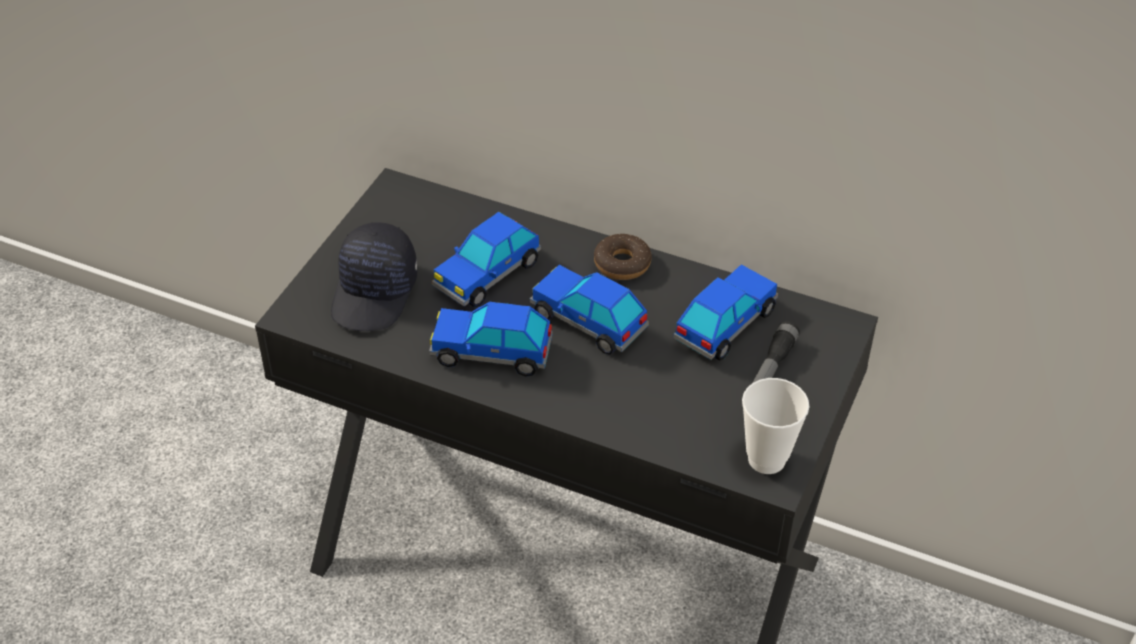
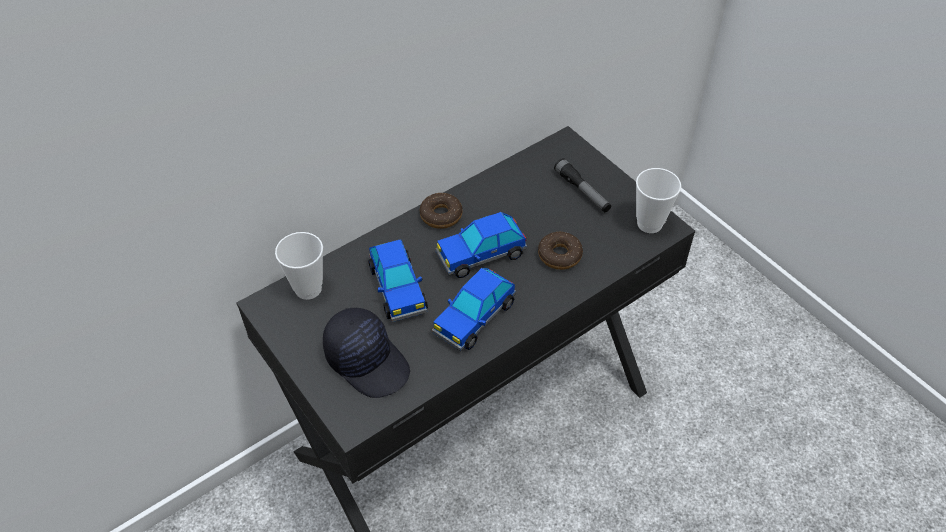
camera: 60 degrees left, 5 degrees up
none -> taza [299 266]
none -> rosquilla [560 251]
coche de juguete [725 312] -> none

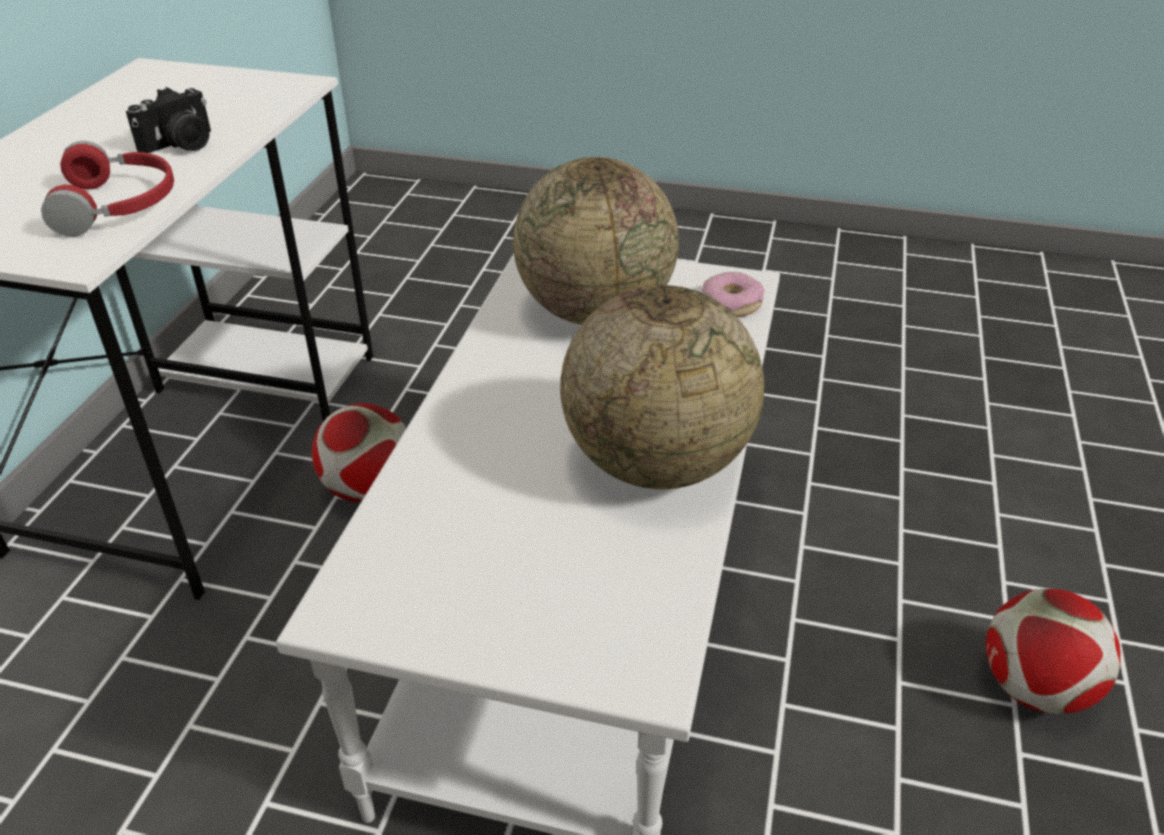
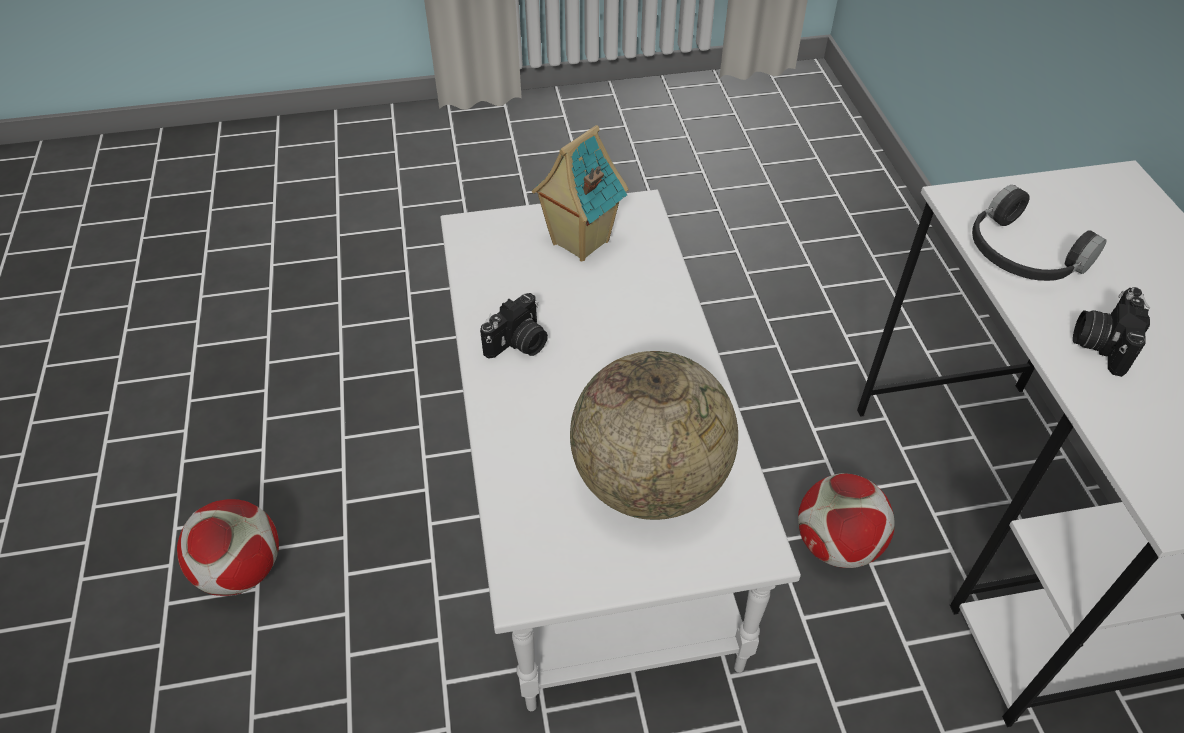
camera: 155 degrees right, 10 degrees up
globo terráqueo [662 387] -> cámara [514 326]
none -> casita [580 193]
auriculares (rojo) [107 189] -> auriculares (negro) [1039 233]
rosquilla [733 294] -> none

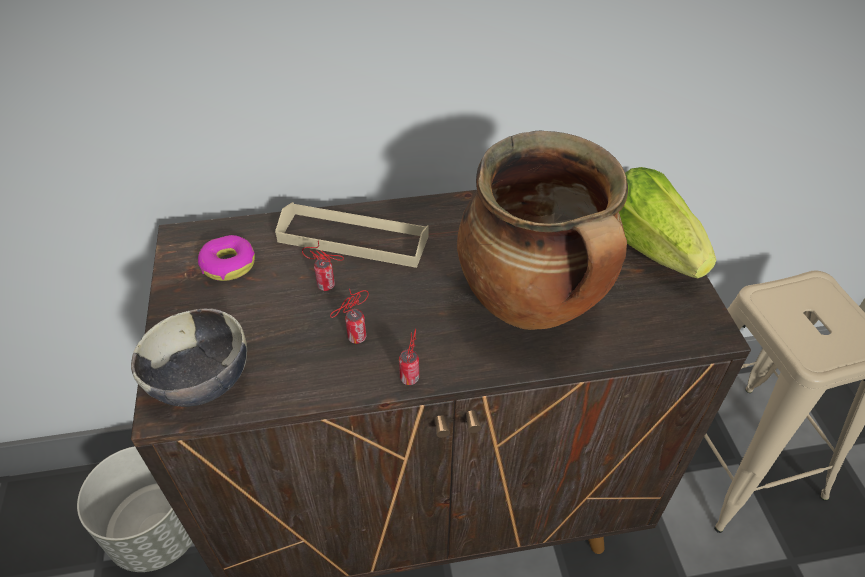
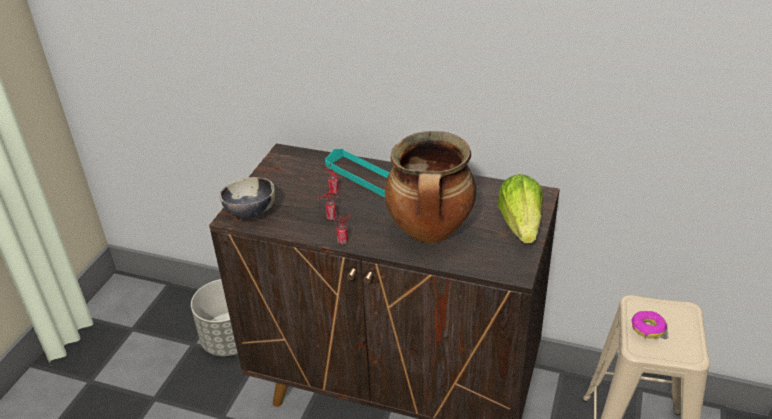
camera: 30 degrees right, 10 degrees down
bandeja (beis) [352 235] -> bandeja (turquesa) [357 173]
rosquilla [226 258] -> rosquilla [649 325], move

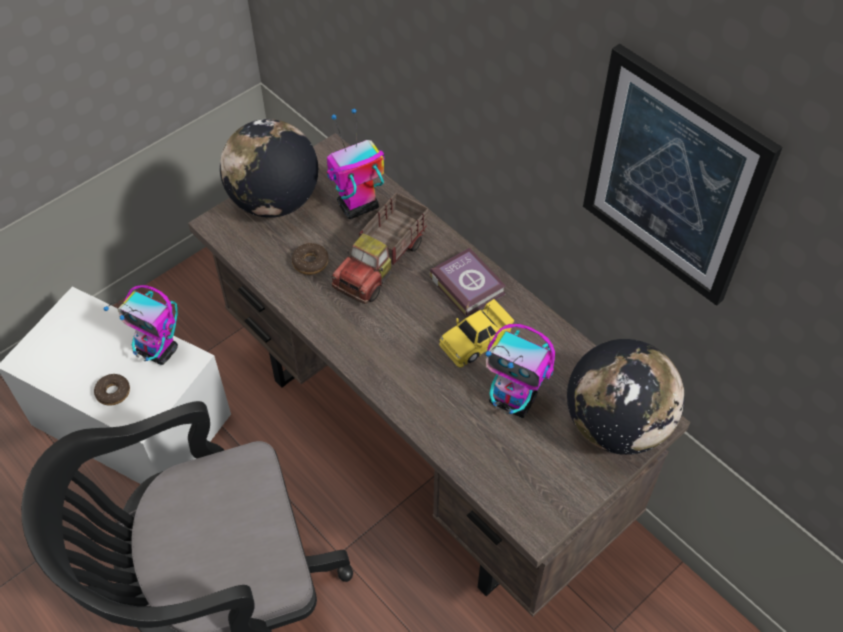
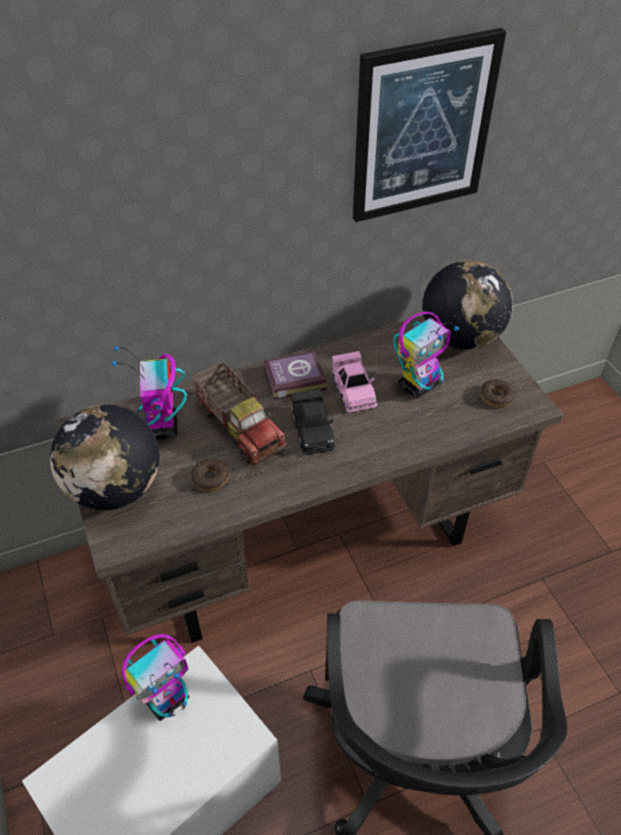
camera: 70 degrees left, 5 degrees down
none -> coche de juguete (negro) [313 422]
coche de juguete (amarillo) [476 333] -> coche de juguete (rosa) [354 382]
rosquilla [112 390] -> rosquilla [497 393], move

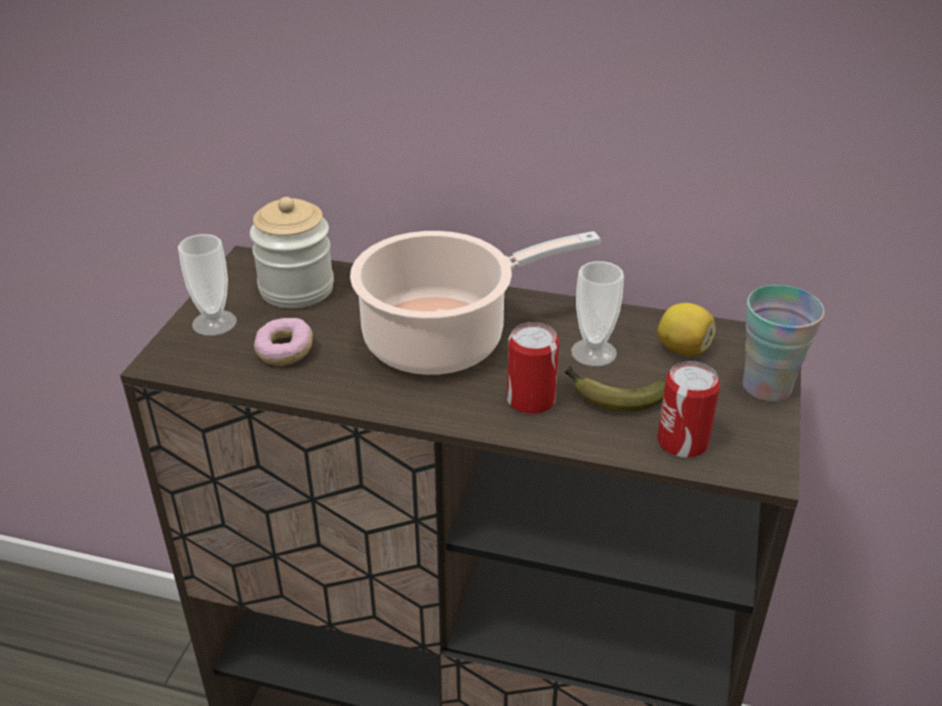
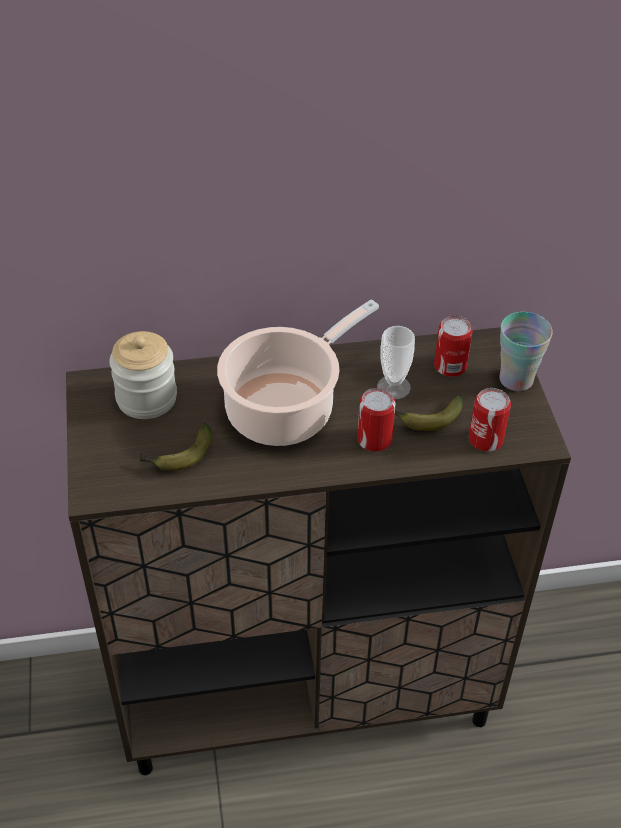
camera: 25 degrees left, 10 degrees up
rosquilla [283 342] -> plátano [175 447]
limón [686 329] -> lata [453 346]
taza [207 285] -> none

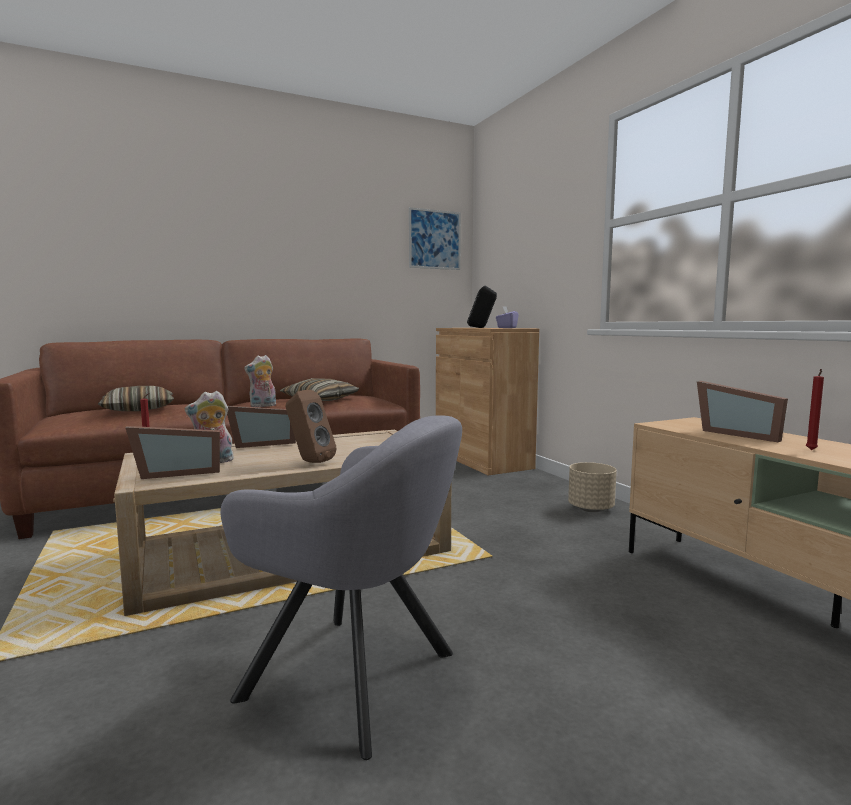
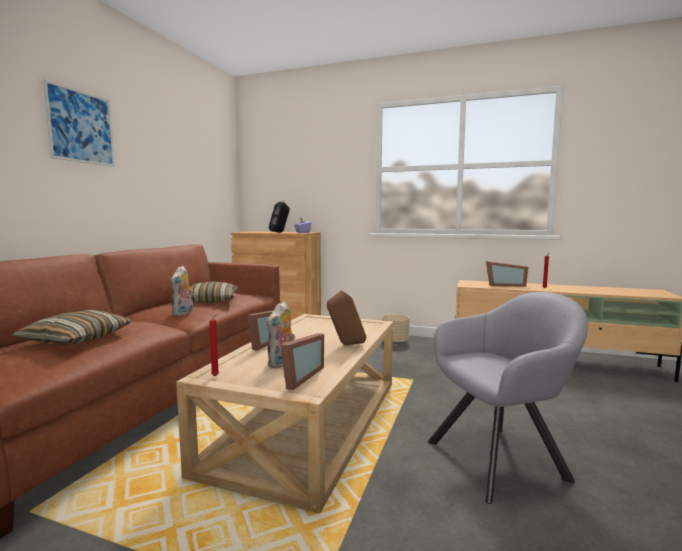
camera: 45 degrees left, 0 degrees up
cuadro [435 238] -> cuadro [79 123], move

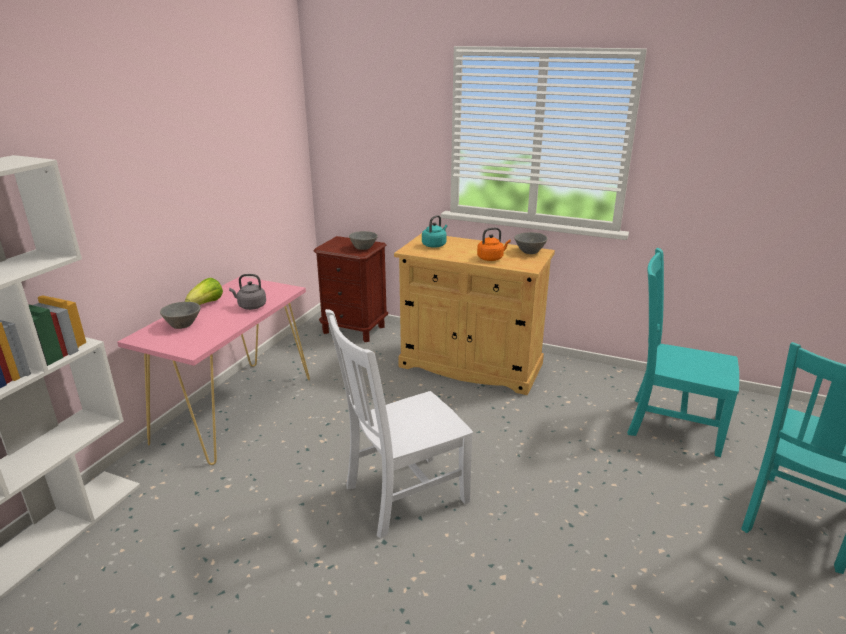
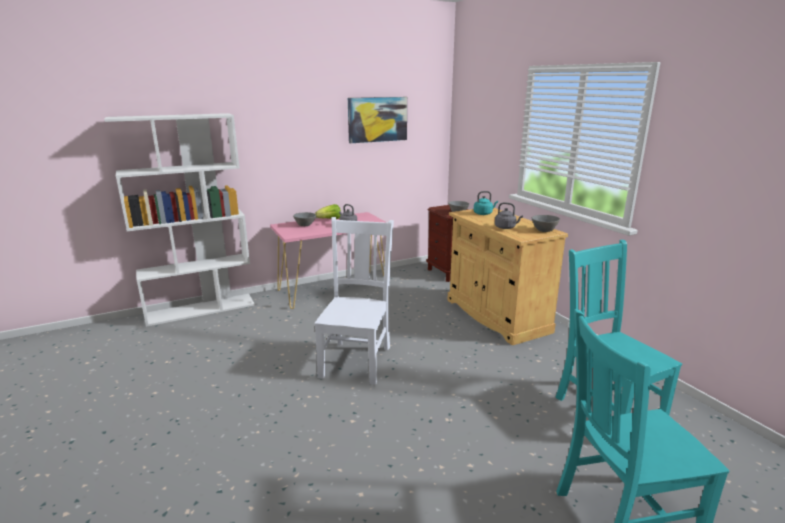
camera: 40 degrees right, 5 degrees down
silla (blanco) [399 424] -> silla (blanco) [354 301], 90 degrees clockwise
none -> cuadro [377 120]
hervidor (naranja) [494 244] -> hervidor (gris) [509 215]

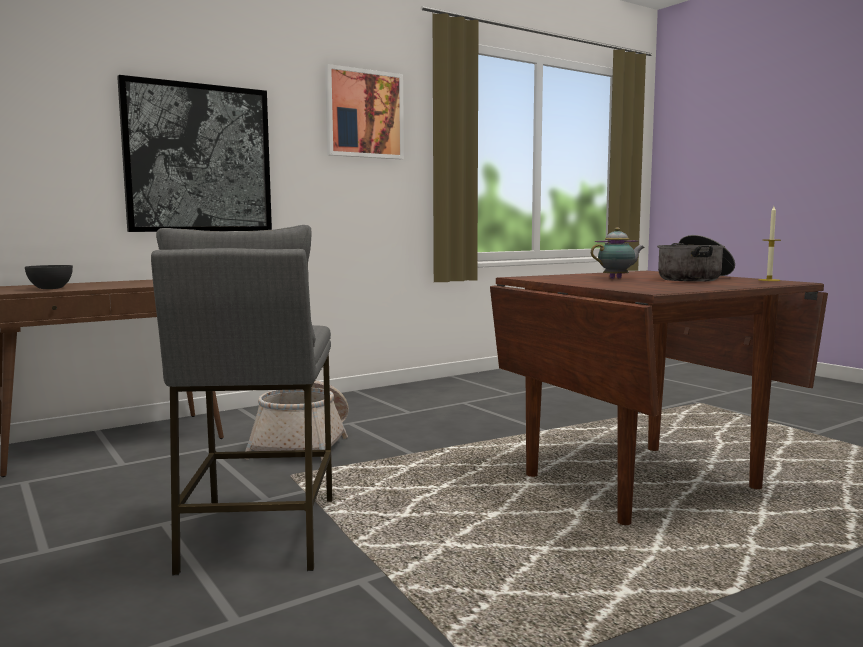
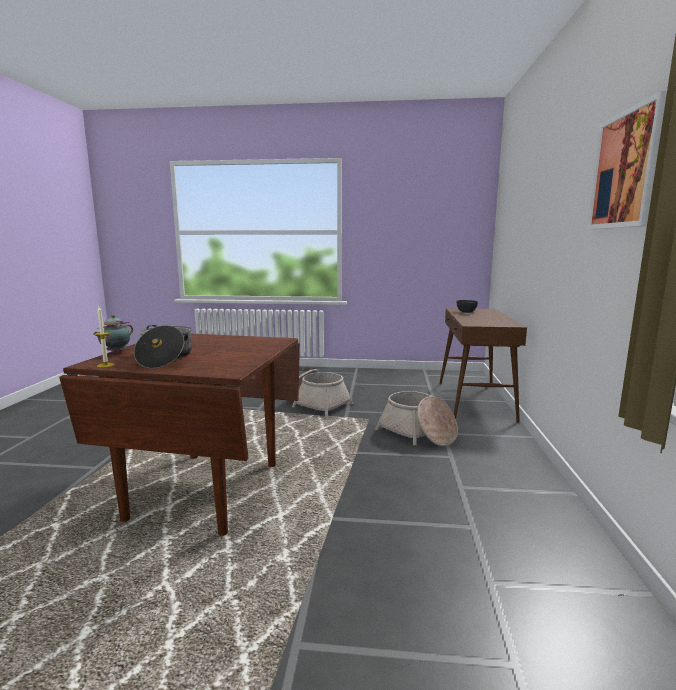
camera: 130 degrees right, 5 degrees up
tetera [618 253] -> tetera [113 334], move
taburete (gris) [242 400] -> cesta [323 393]
cuadro [194 153] -> none

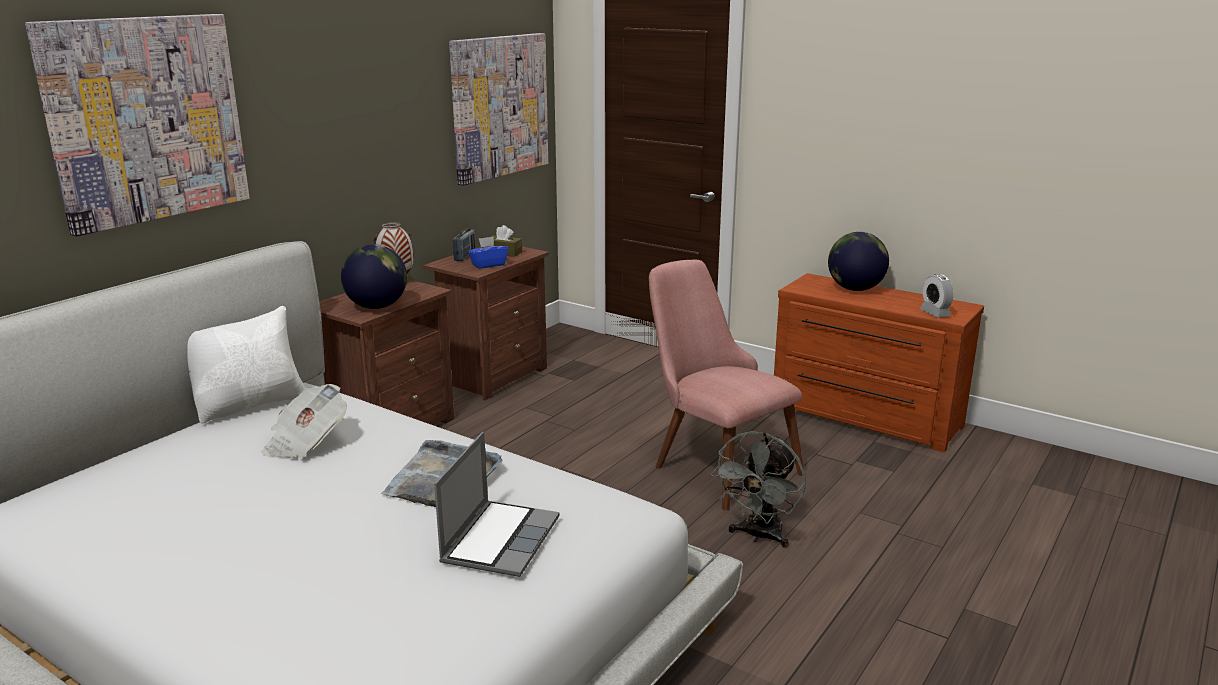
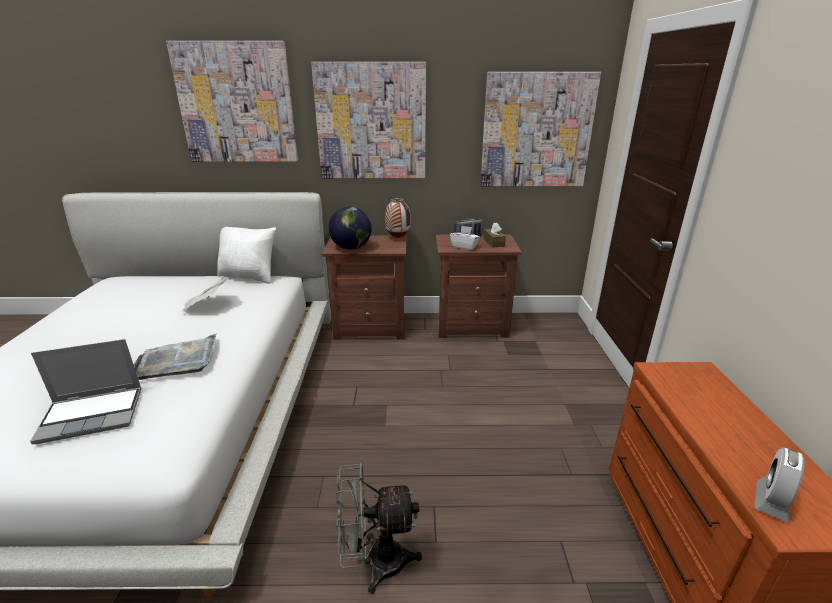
camera: 55 degrees right, 5 degrees up
none -> cuadro [368 120]
caja de pañuelos (azul) [488 253] -> caja de pañuelos (blanco) [465 237]
silla (rosa) [726 385] -> none
globo terráqueo [858 261] -> none

